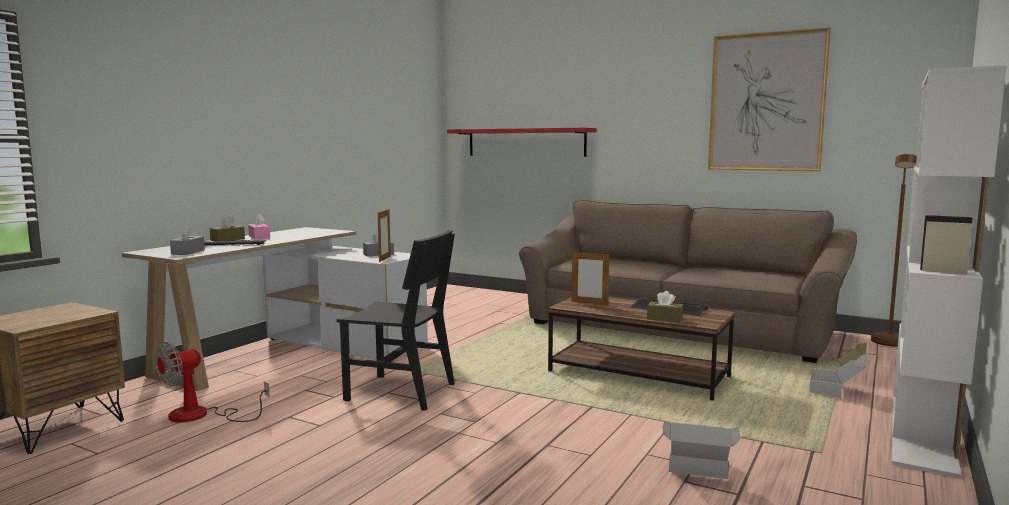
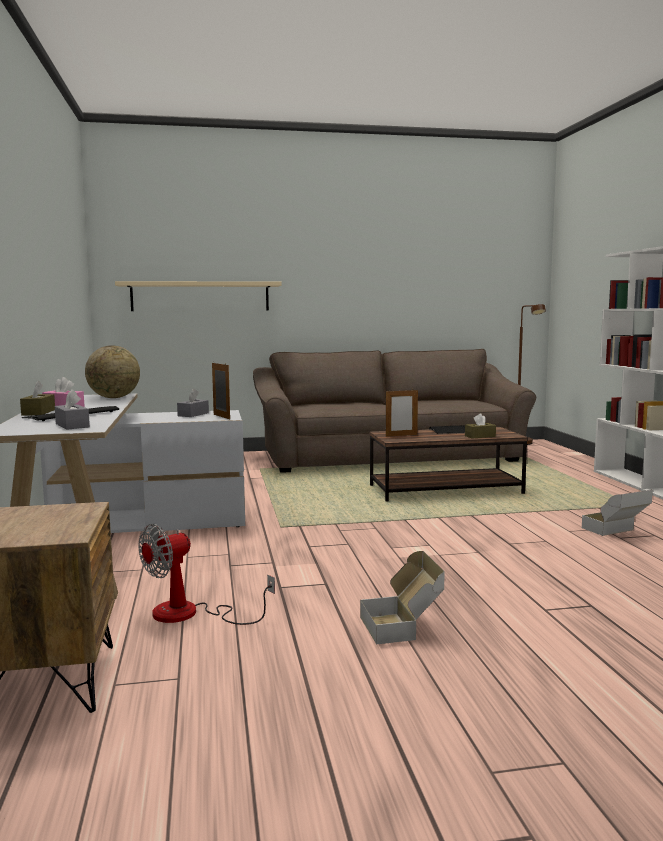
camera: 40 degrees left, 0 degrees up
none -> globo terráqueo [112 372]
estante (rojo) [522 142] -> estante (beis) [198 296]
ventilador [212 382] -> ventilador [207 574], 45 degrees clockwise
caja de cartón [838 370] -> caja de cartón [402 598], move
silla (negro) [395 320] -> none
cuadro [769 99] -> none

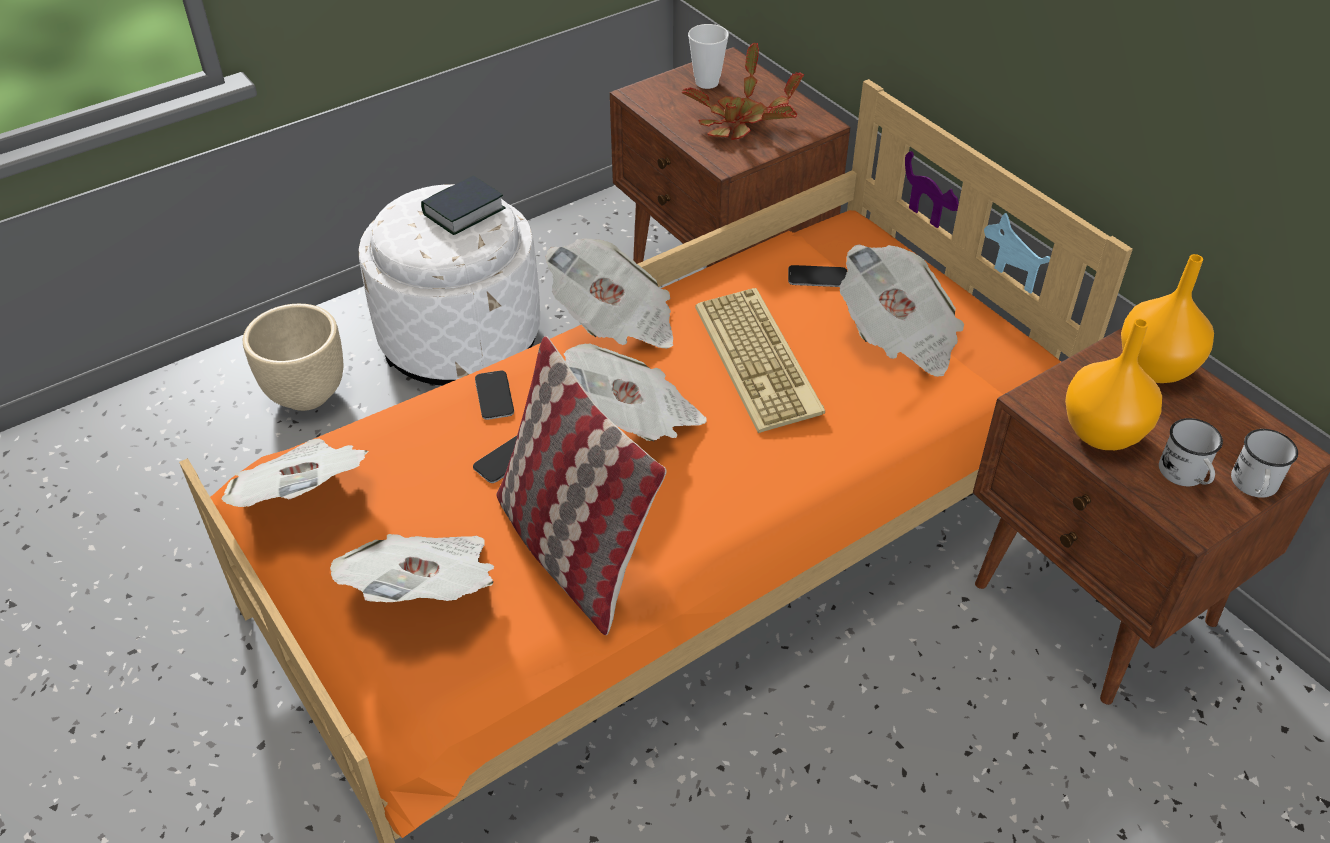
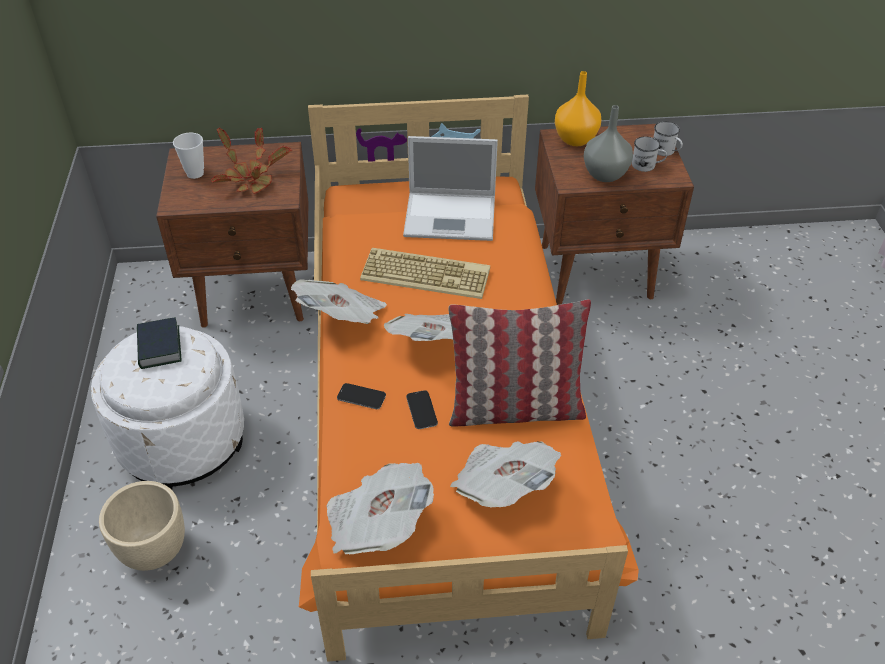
camera: 60 degrees left, 0 degrees up
periódico [901 310] -> portátil [450 188]
florero (naranja) [1113 384] -> florero (gris) [608 143]
móvil [817 276] -> none

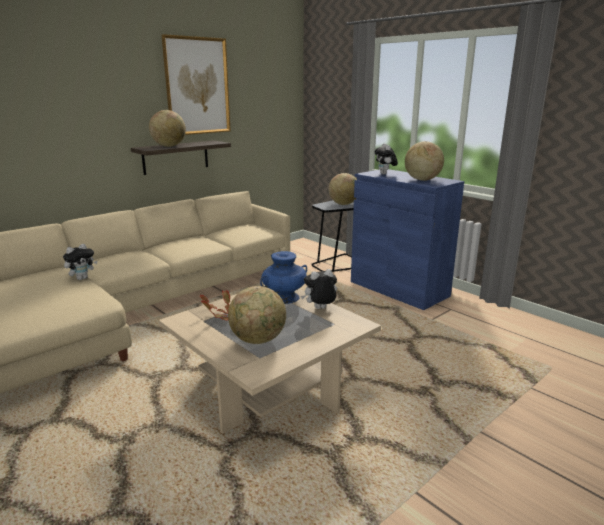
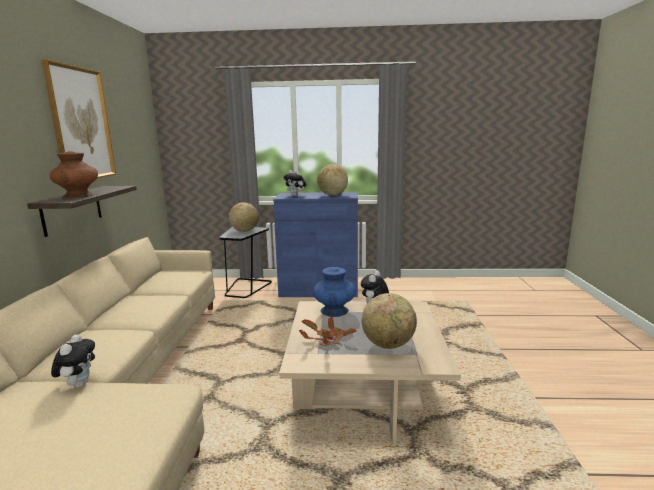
camera: 45 degrees left, 5 degrees down
globo terráqueo [167 128] -> florero (marrón) [74 174]

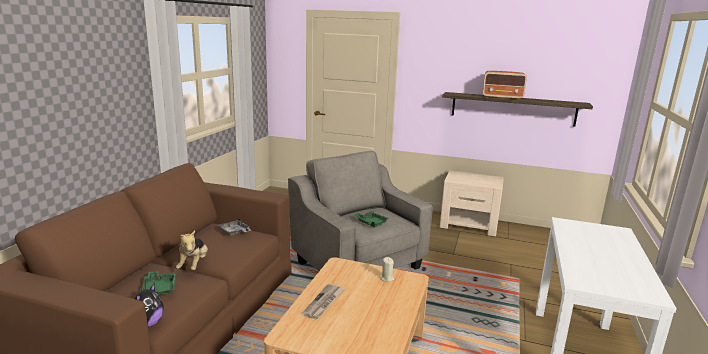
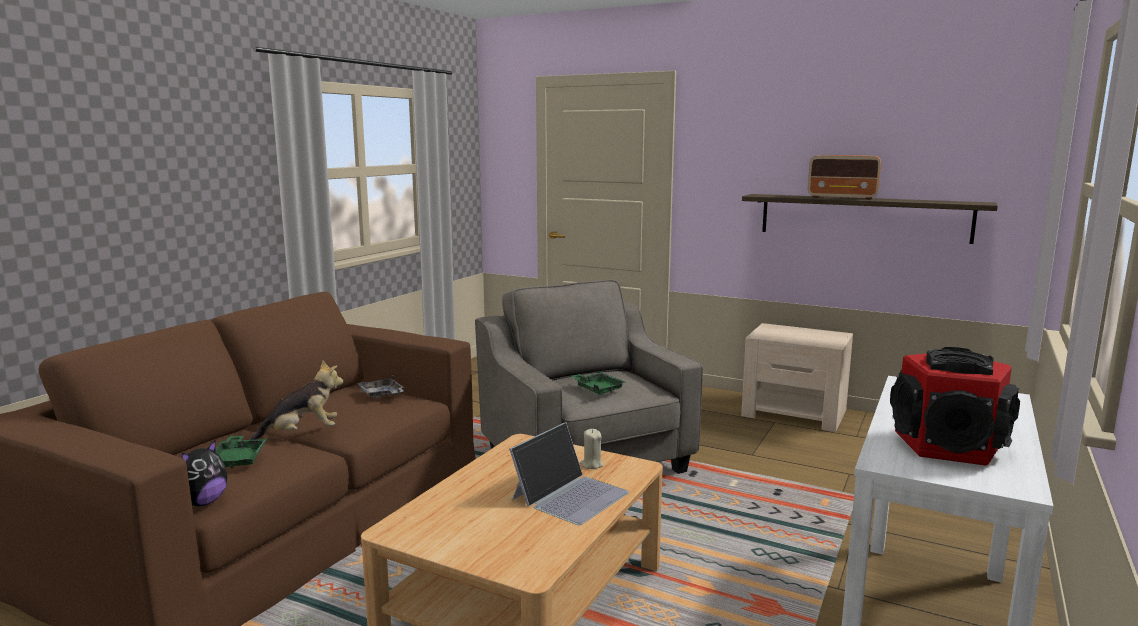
camera: 10 degrees right, 5 degrees down
peluche [192 250] -> peluche [296 400], 120 degrees counterclockwise
none -> portátil [569 473]
none -> altavoz [955 406]
periódico [323 301] -> none

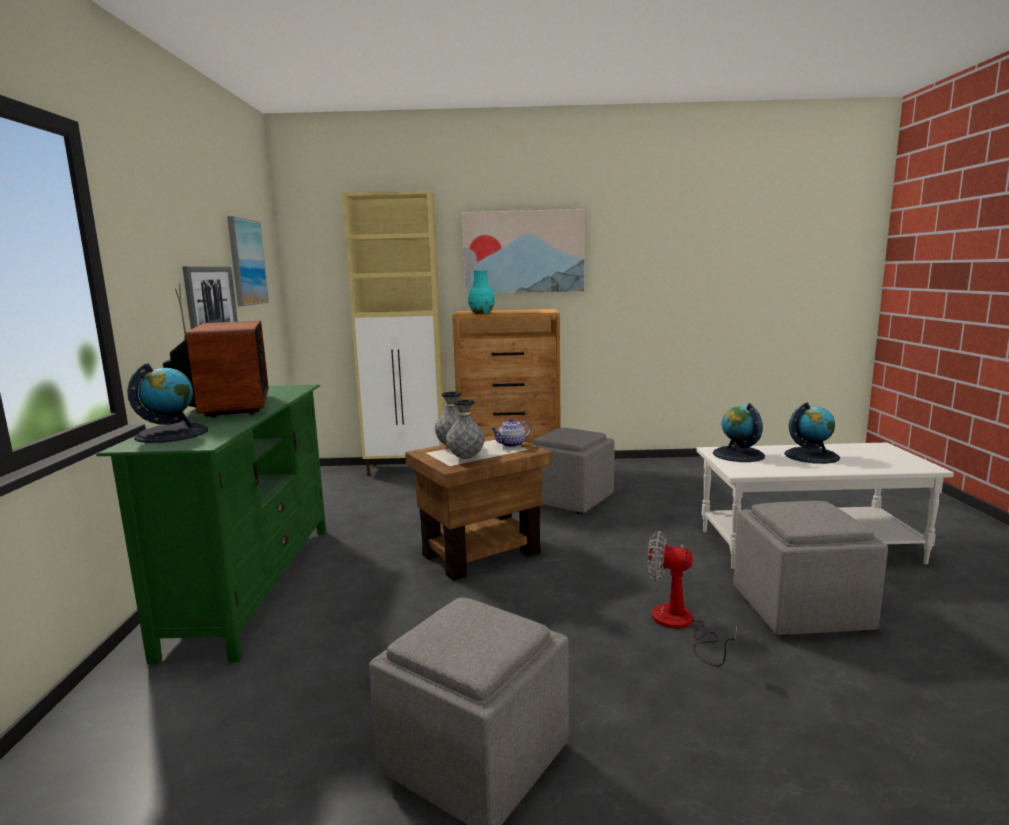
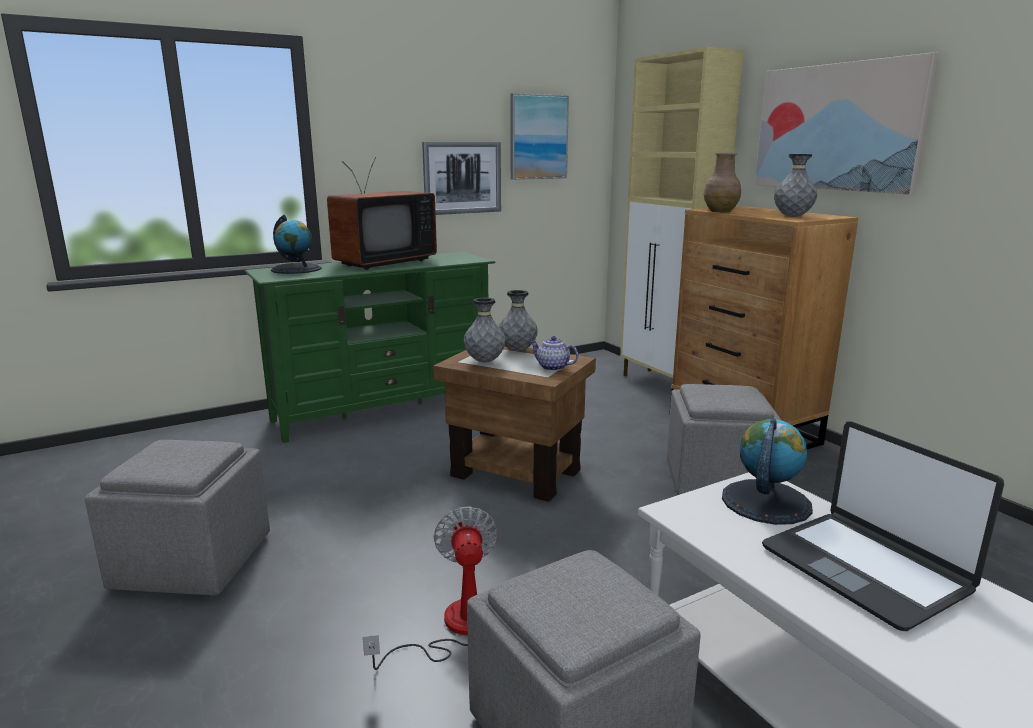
camera: 60 degrees right, 5 degrees up
florero (turquesa) [481 292] -> florero (marrón) [722 182]
globo terráqueo [812 433] -> portátil [883 526]
none -> florero (gris) [795 185]

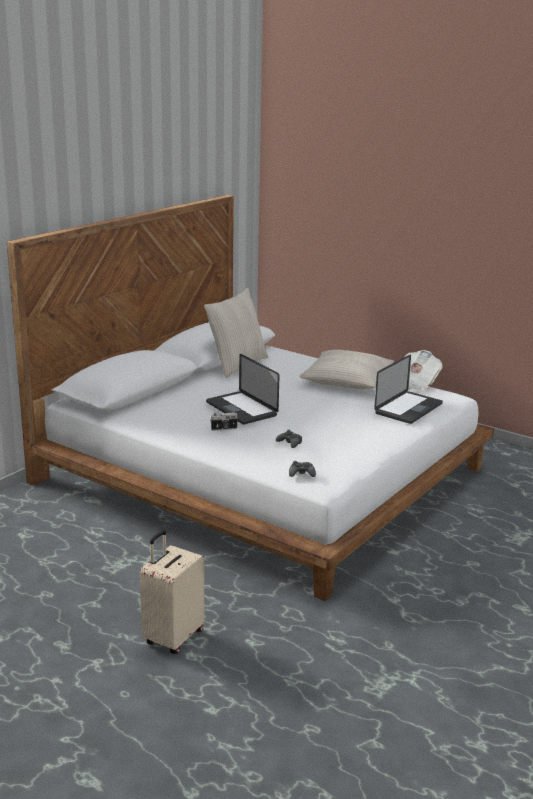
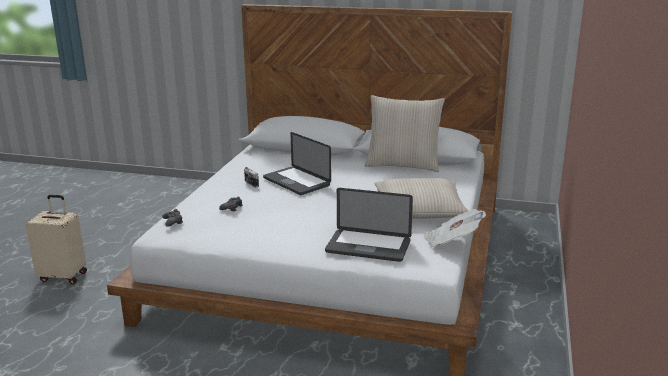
camera: 70 degrees right, 0 degrees up
portátil [243 389] -> portátil [297 163], 75 degrees counterclockwise

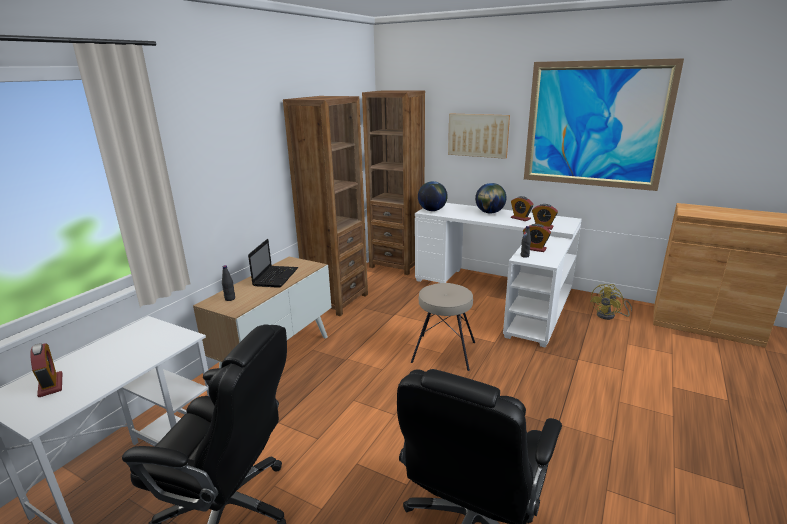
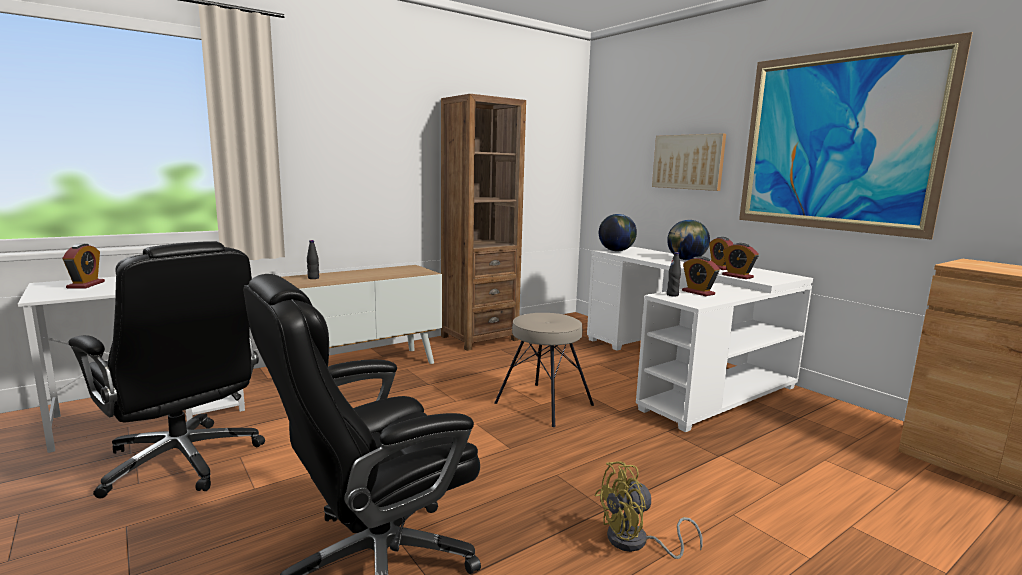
camera: 25 degrees right, 10 degrees down
ventilador (amarillo) [611 302] -> ventilador (amarillo) [648 510], move
portátil [273 263] -> none
estantería (marrón) [393 182] -> none

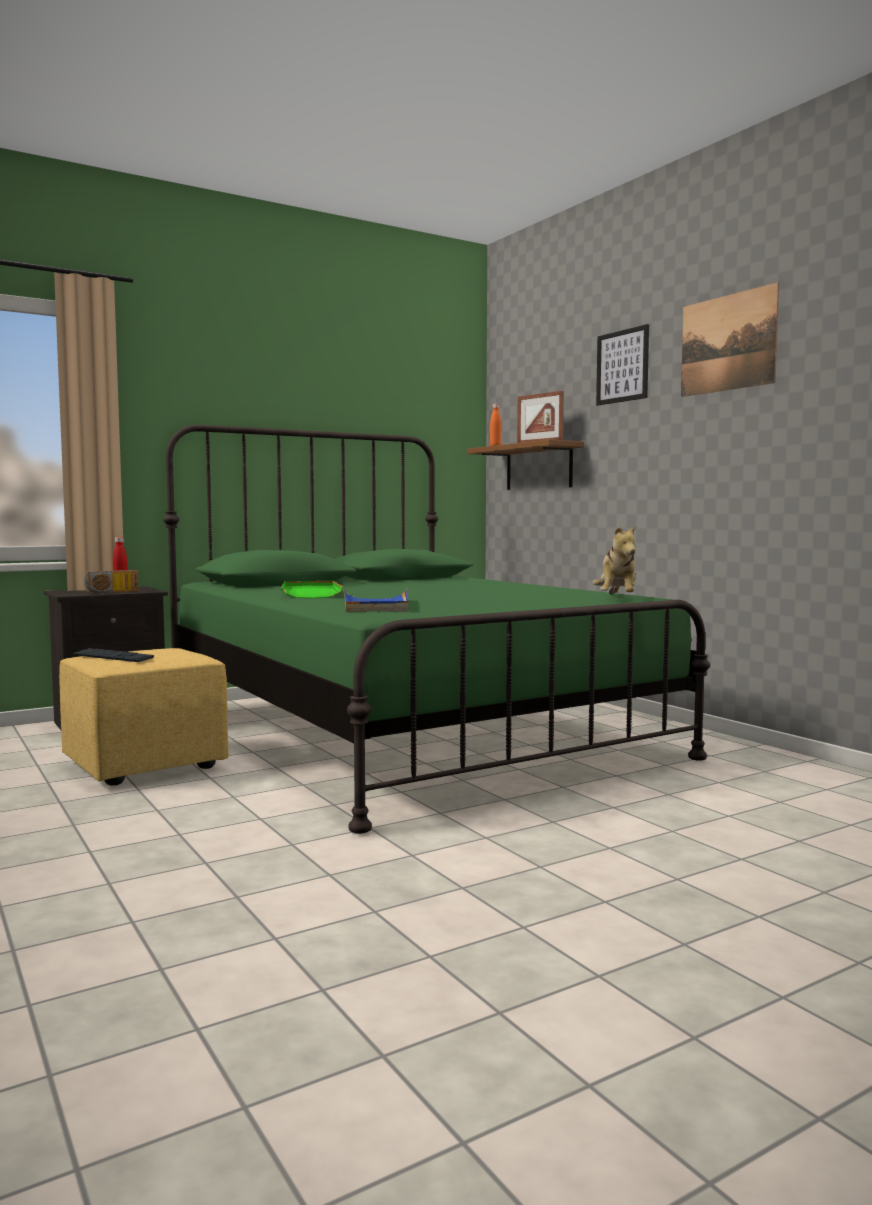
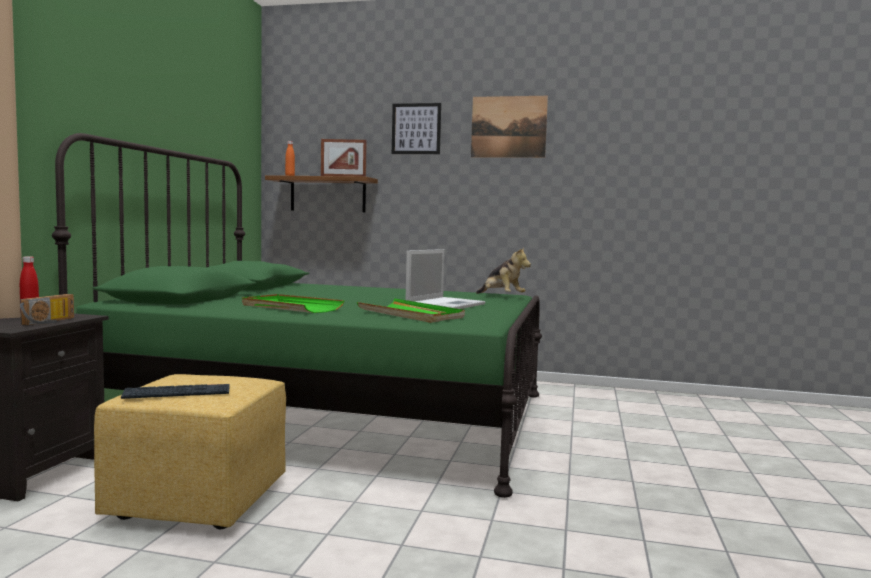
camera: 45 degrees left, 0 degrees up
bandeja (azul) [376 600] -> bandeja (verde) [411 310]
none -> portátil [445 279]

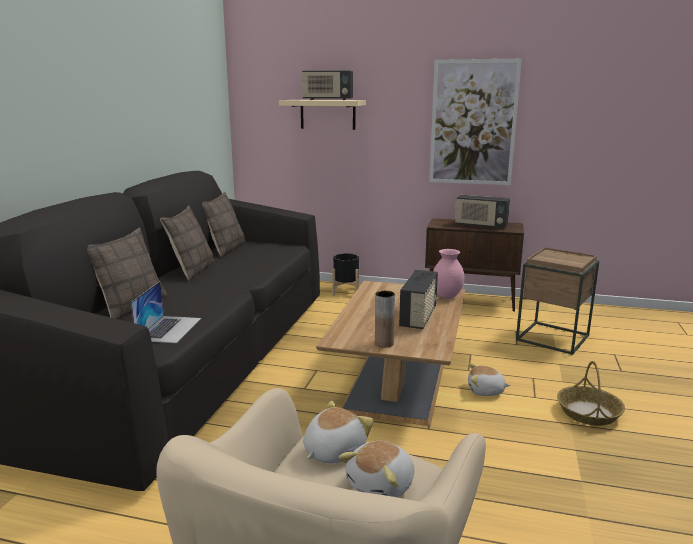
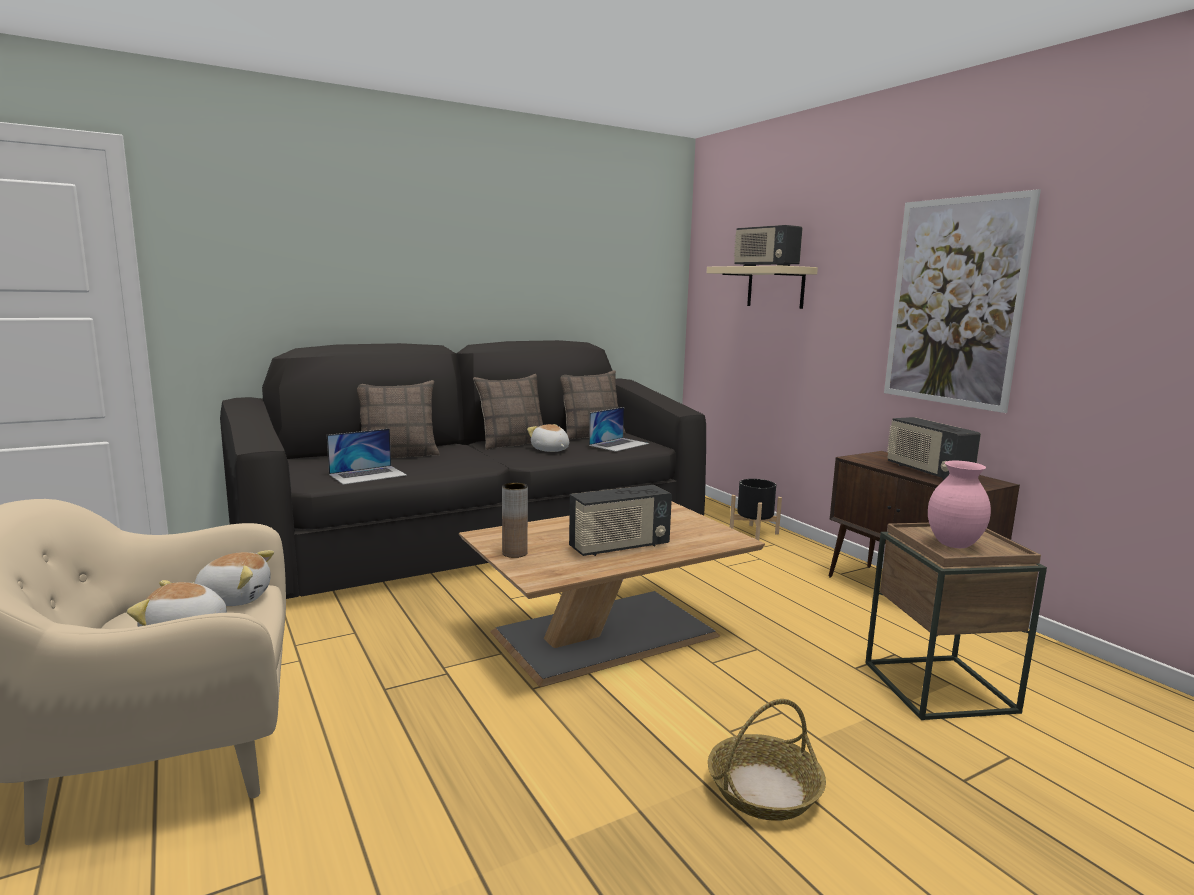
camera: 45 degrees right, 5 degrees down
peluche [489 379] -> peluche [548 438], move
none -> portátil [619 429]
florero (rosa) [448 274] -> florero (rosa) [959 504], move

